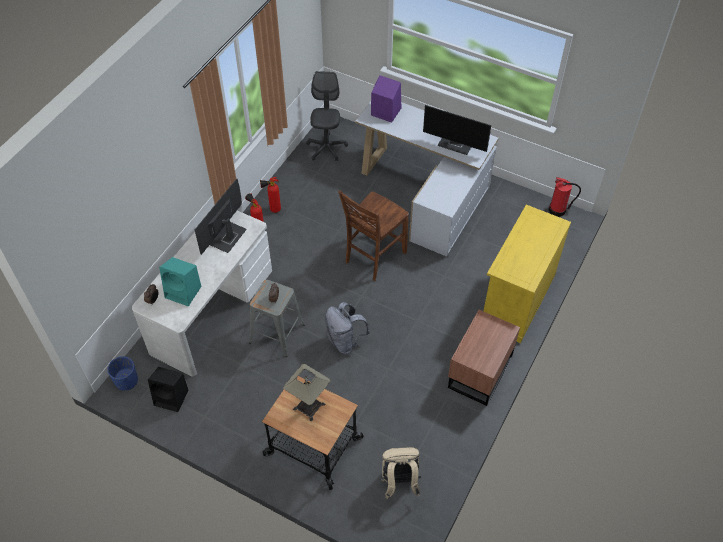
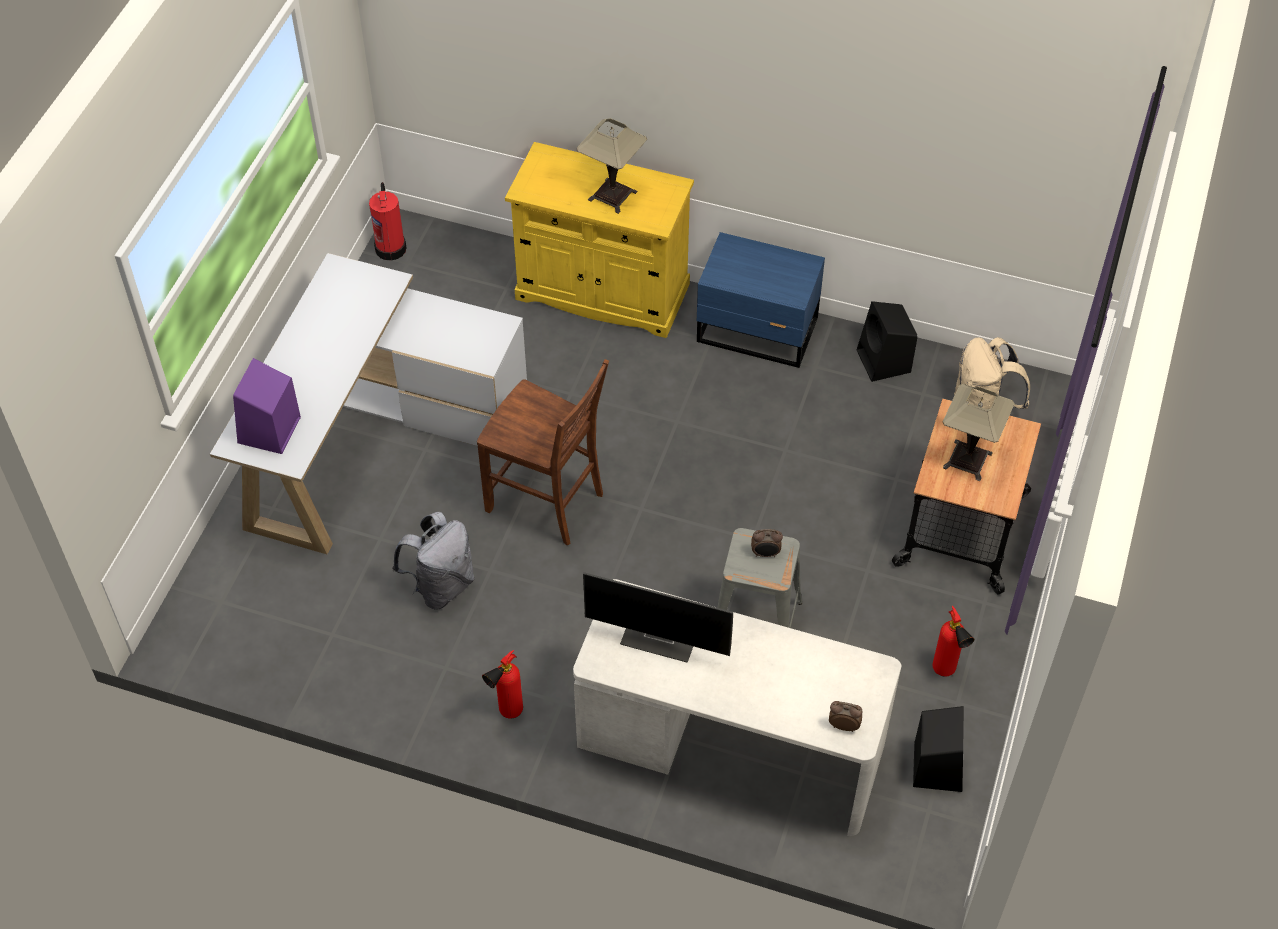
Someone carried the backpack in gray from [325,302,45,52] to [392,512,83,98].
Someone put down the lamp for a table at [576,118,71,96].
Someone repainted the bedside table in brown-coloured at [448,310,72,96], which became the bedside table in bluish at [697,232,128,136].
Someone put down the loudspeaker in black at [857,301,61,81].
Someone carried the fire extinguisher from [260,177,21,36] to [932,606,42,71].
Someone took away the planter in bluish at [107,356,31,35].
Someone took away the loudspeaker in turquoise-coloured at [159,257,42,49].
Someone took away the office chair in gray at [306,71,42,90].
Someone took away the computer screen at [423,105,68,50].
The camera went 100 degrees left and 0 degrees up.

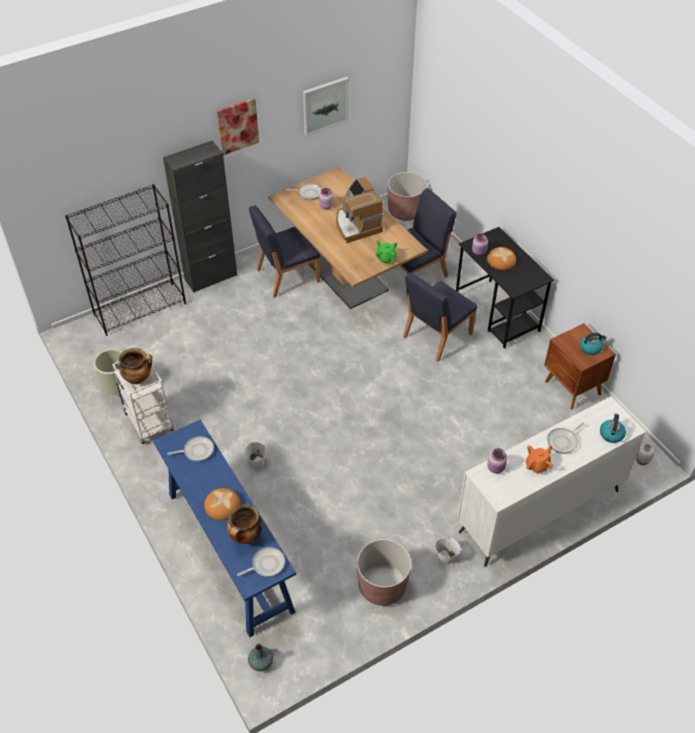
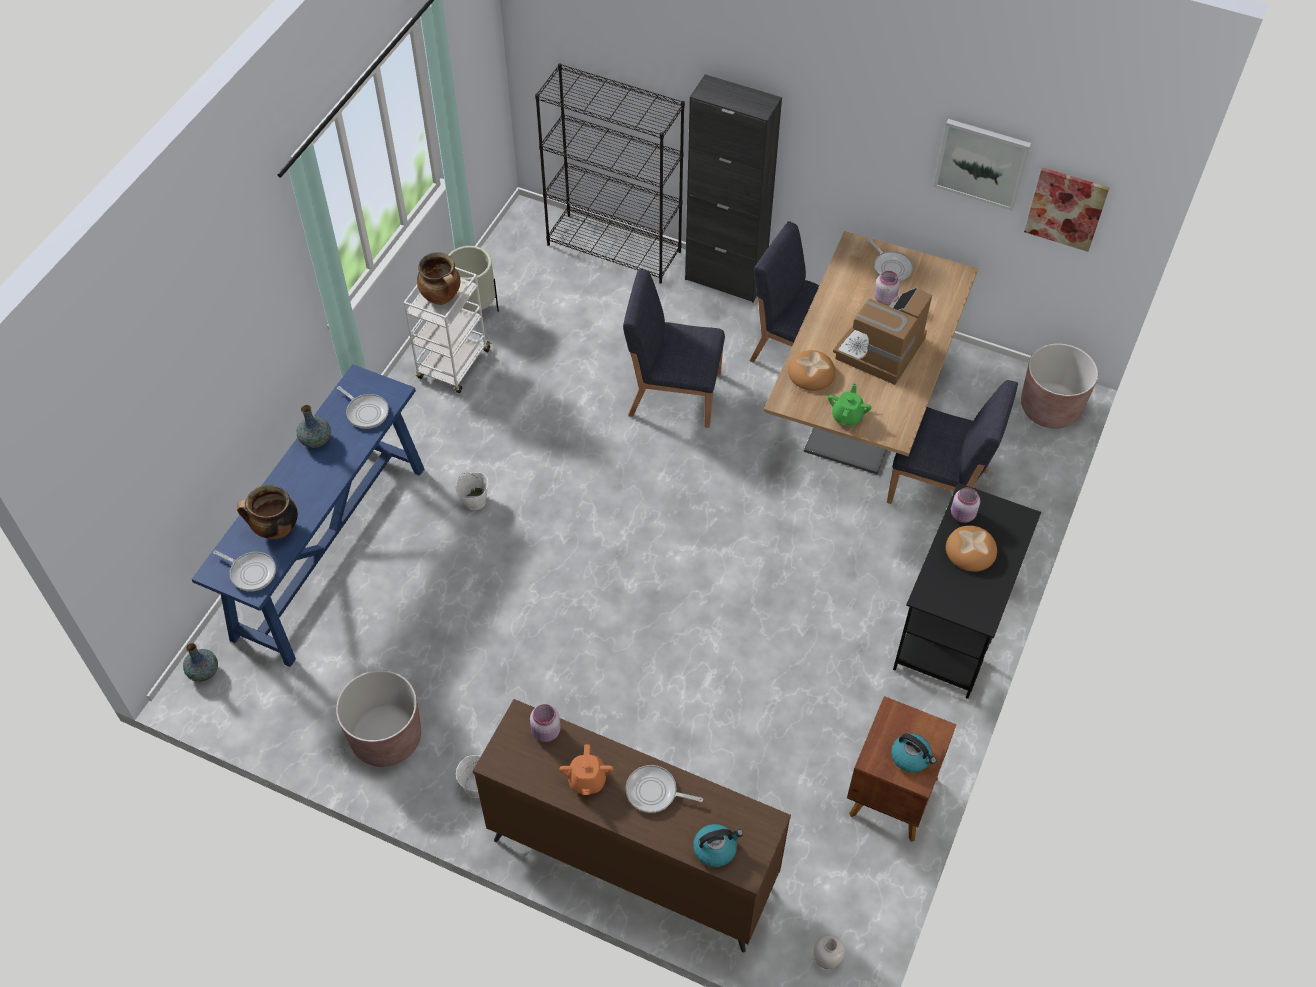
Someone put down the decorative vase at [297,405,34,43].
Someone repainted the drawer chest in white at [457,396,189,171], which became the drawer chest in brown-coloured at [473,699,318,253].
Someone rotated the pot for tea in orange at [526,445,27,29] by 75 degrees clockwise.
Someone carried the chair in bluish from [403,273,74,89] to [623,269,102,159].
Someone carried the bakery bread from [204,488,37,33] to [788,350,47,41].
Someone carried the picture from [216,98,43,57] to [1024,167,86,85].
The camera went 55 degrees right and 5 degrees up.

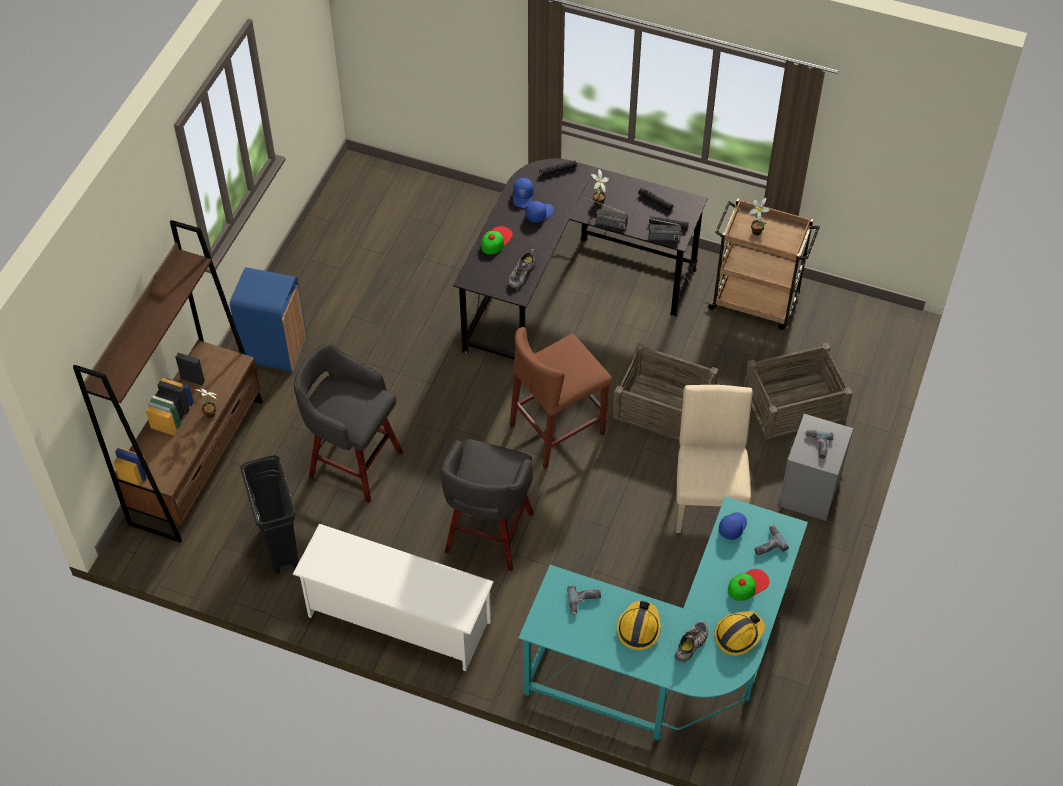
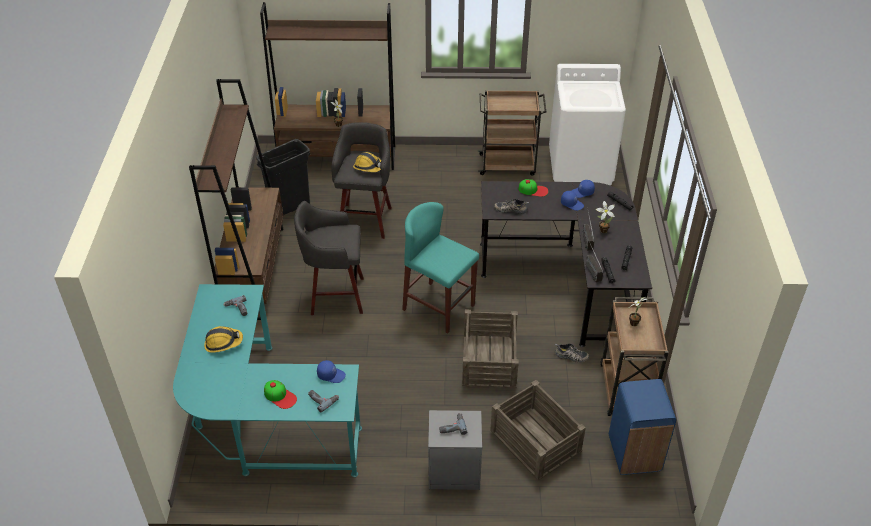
Someone swapped the shoe stand in white at [292,524,202,147] for the bookcase in brown-coloured at [189,79,94,241].
Someone carried the work helmet from [714,611,51,45] to [353,152,28,20].
Someone repainted the stool seat in brown-coloured at [510,327,102,142], which became the stool seat in turquoise-coloured at [402,202,77,131].
Someone put down the cart in brown-coloured at [477,90,69,86].
Someone put down the laundry machine in white at [549,64,77,121].
Someone carried the shoe from [675,621,33,41] to [555,343,34,19].
Someone carried the rubbish bin in bluish from [230,267,77,104] to [609,379,67,96].
Someone took away the chair in beige at [676,385,77,148].
The camera went 70 degrees right and 10 degrees down.

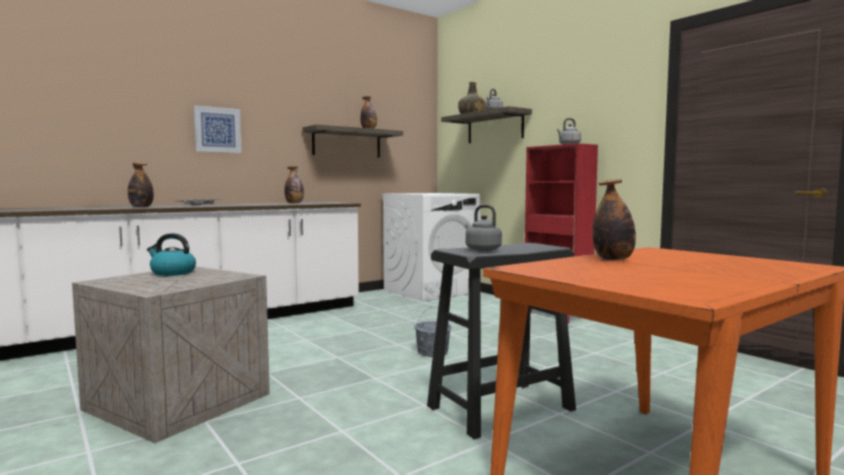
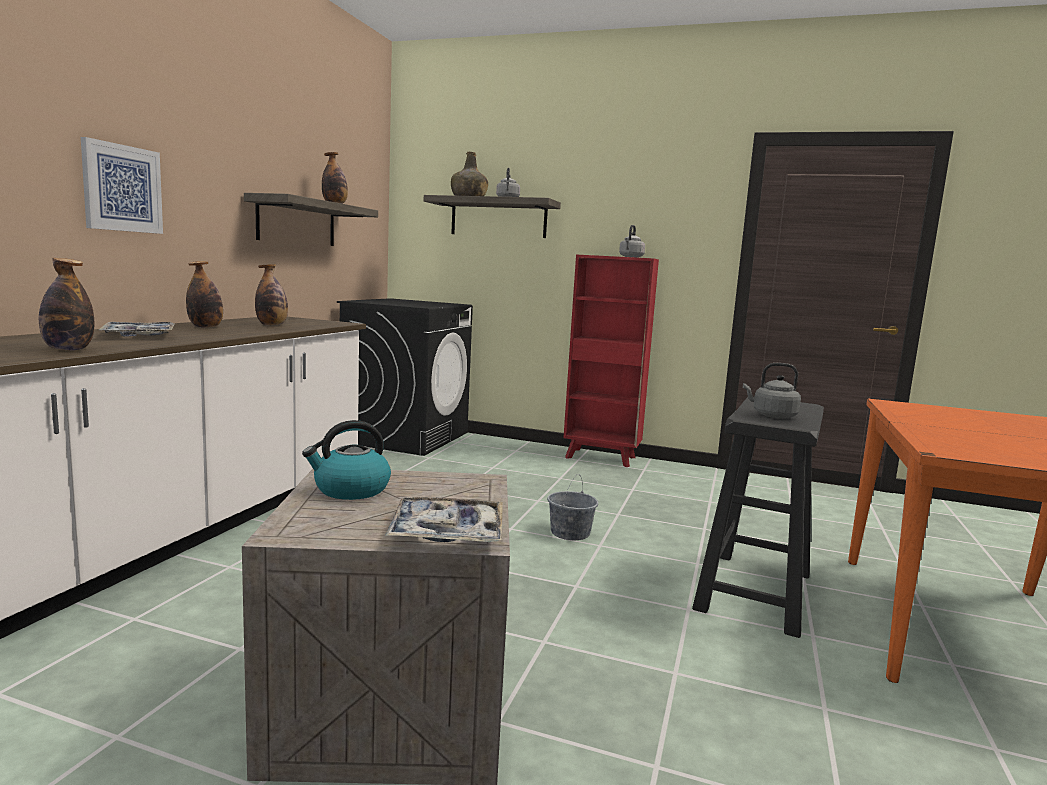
Someone carried the beverage bottle from [593,179,43,81] to [186,261,37,67].
Someone repainted the laundry machine in white at [382,193,99,108], which became the laundry machine in black at [337,298,136,158].
Someone put down the tray at [385,497,118,45].
The camera went 35 degrees left and 5 degrees up.

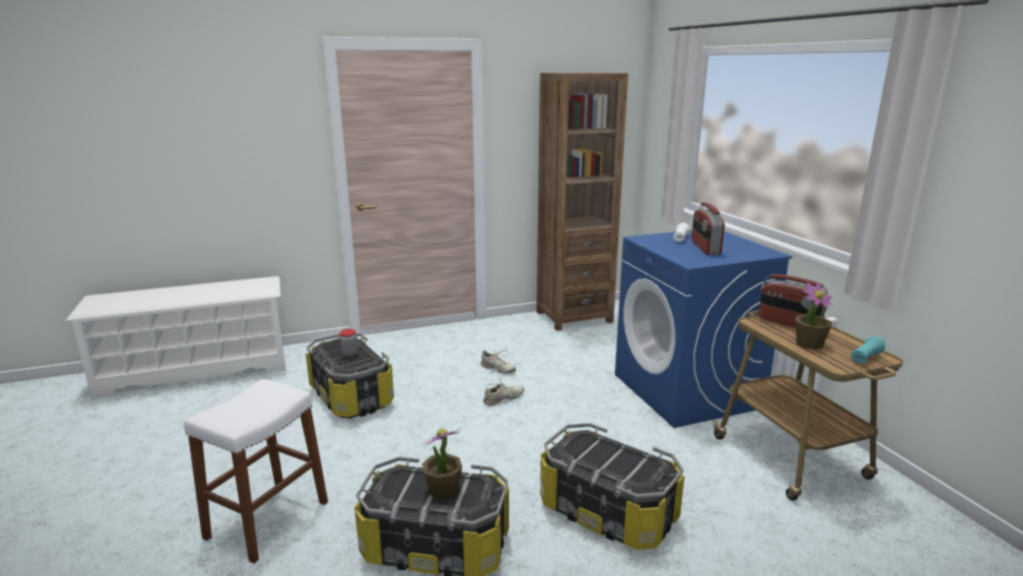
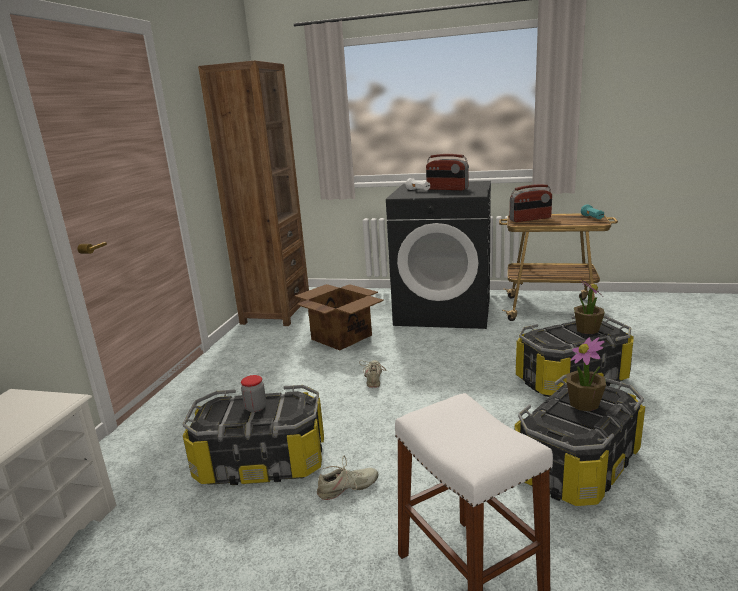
Someone put down the packing box at [295,284,89,66].
Someone carried the shoe in beige from [481,350,35,24] to [317,456,62,44].
Someone repainted the laundry machine in bluish at [615,230,178,198], which became the laundry machine in black at [386,181,105,148].
Someone carried the plant in a pot from [795,282,37,68] to [574,279,31,55].
The camera went 55 degrees left and 0 degrees up.

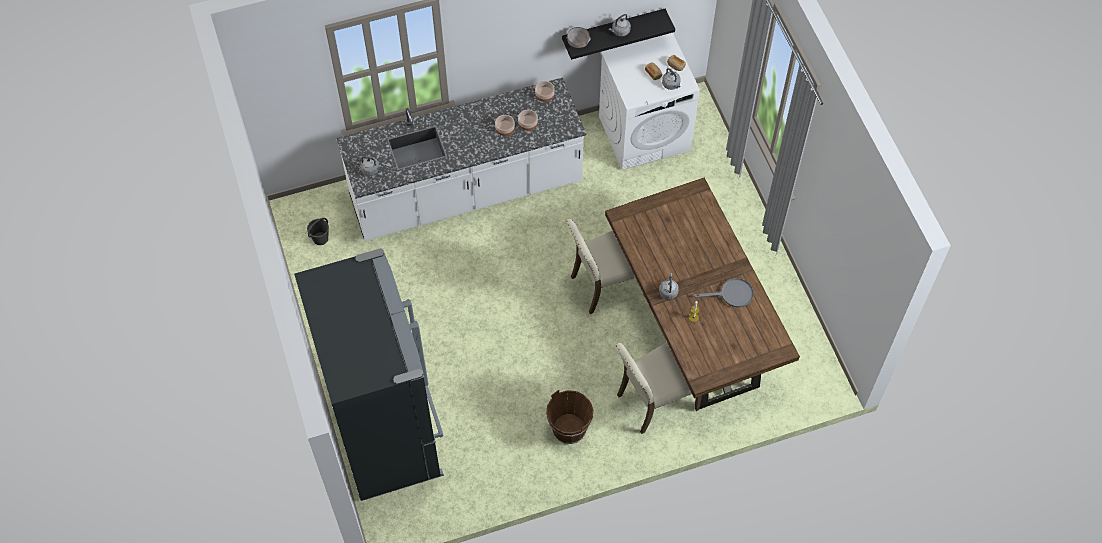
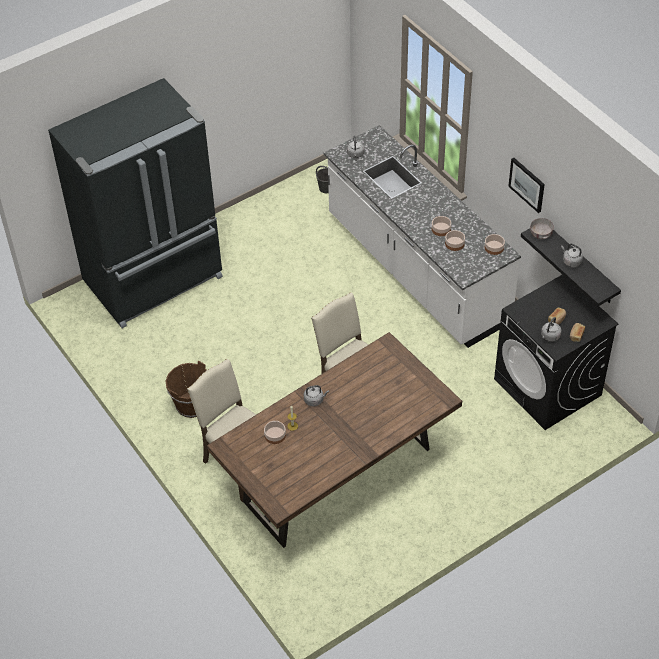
Someone put down the serving bowl at [264,421,22,23].
Someone repainted the laundry machine in white at [599,33,101,137], which became the laundry machine in black at [494,275,124,155].
Someone put up the picture at [508,158,37,55].
Someone took away the skillet in gray at [694,278,60,29].
The camera went 75 degrees right and 10 degrees down.

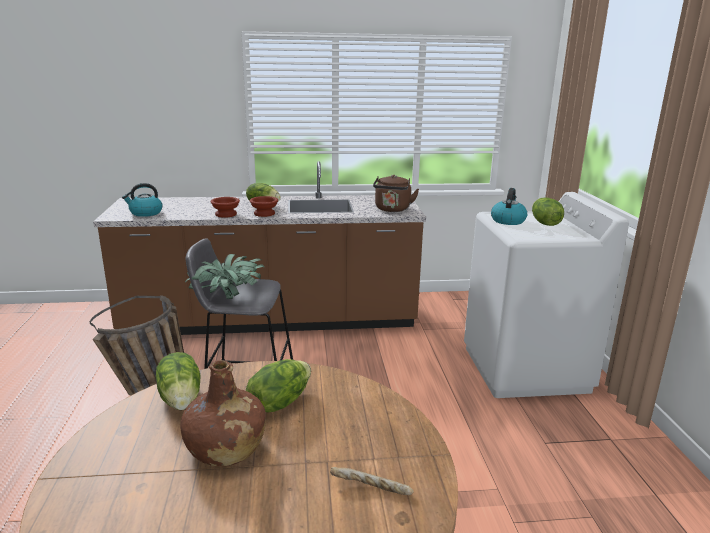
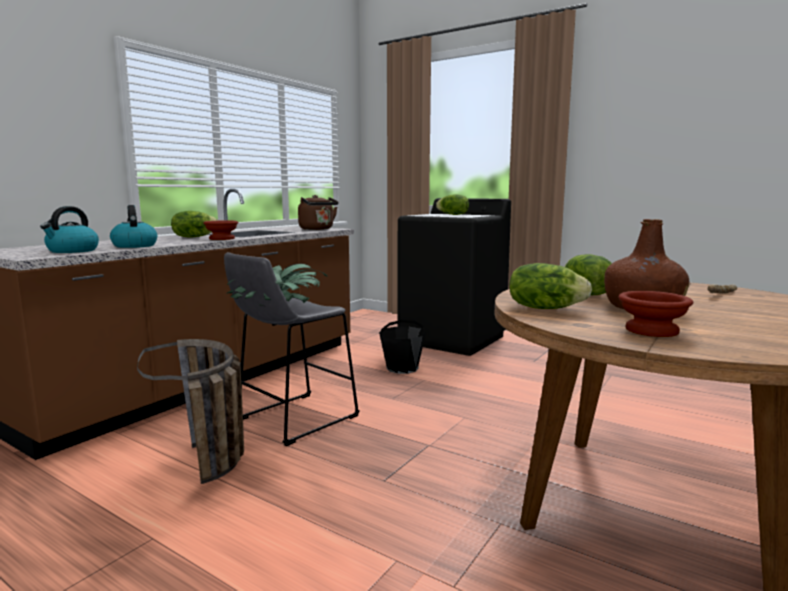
Someone carried the water kettle from [491,188,36,37] to [110,205,47,43].
Someone put down the water bucket in black at [379,320,47,54].
Someone repainted the laundry machine in white at [464,192,165,206], which became the laundry machine in black at [397,198,114,158].
Someone carried the serving bowl in brown-coloured from [210,197,30,21] to [619,291,74,46].
The camera went 50 degrees left and 10 degrees down.

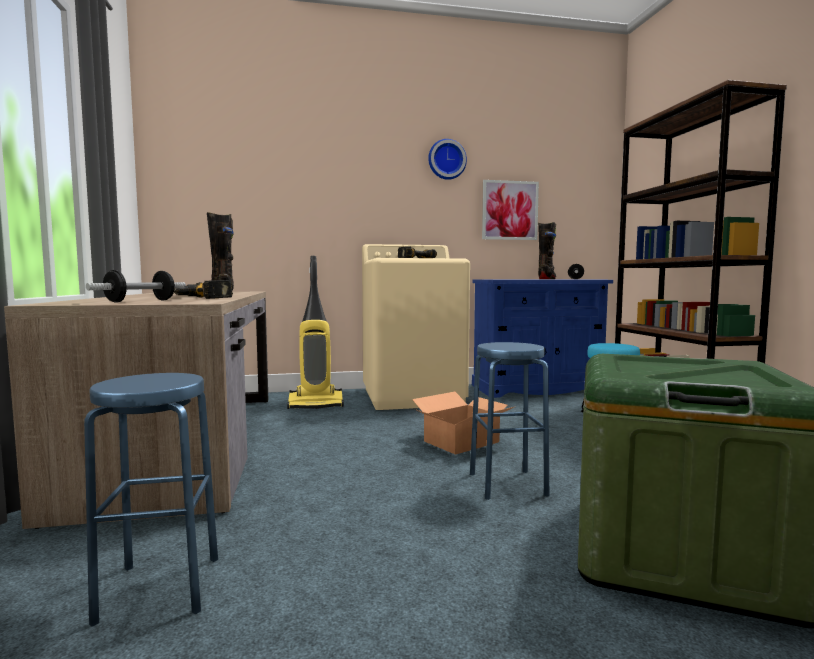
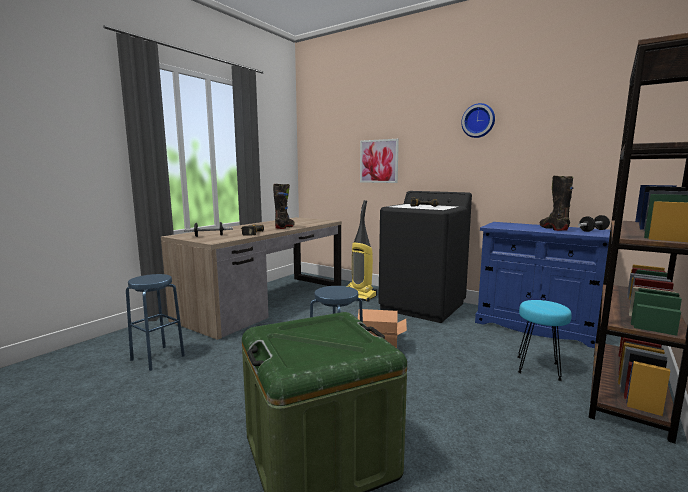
Someone carried the picture from [482,180,57,60] to [360,139,39,44].
Someone repainted the laundry machine in beige at [362,244,108,166], which became the laundry machine in black at [378,191,94,132].
Someone rotated the tall boot in black at [538,222,18,57] by 75 degrees counterclockwise.
The camera went 45 degrees right and 5 degrees up.

